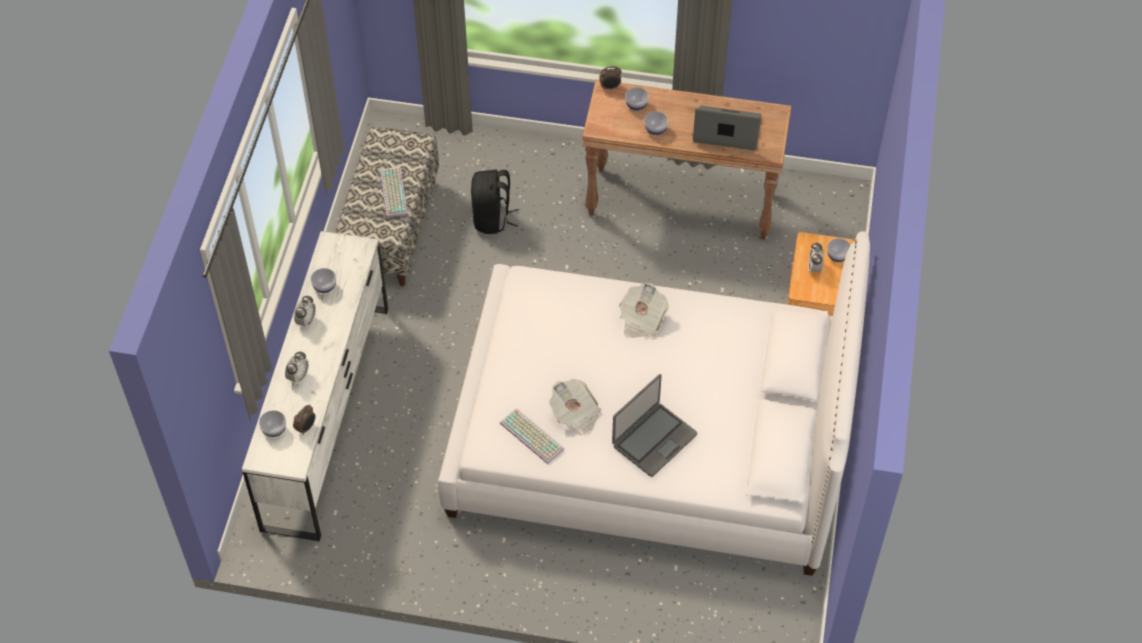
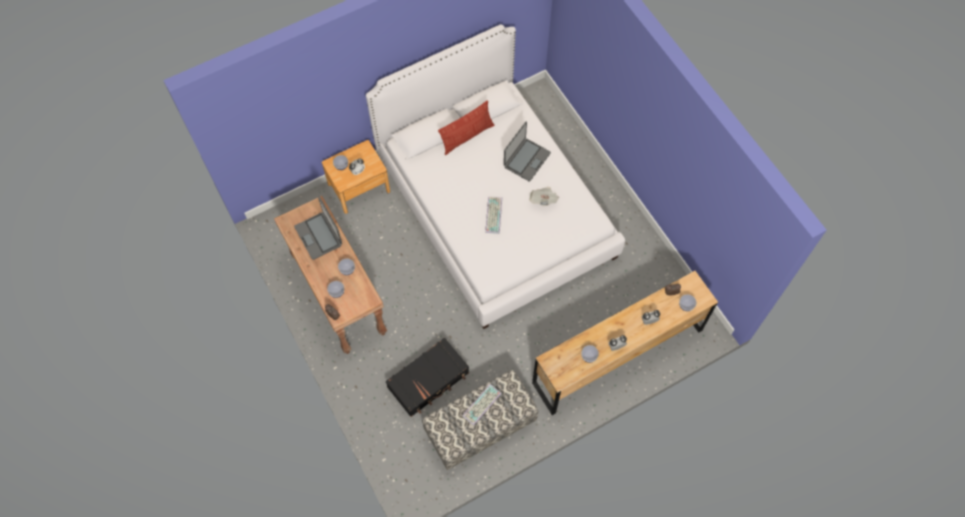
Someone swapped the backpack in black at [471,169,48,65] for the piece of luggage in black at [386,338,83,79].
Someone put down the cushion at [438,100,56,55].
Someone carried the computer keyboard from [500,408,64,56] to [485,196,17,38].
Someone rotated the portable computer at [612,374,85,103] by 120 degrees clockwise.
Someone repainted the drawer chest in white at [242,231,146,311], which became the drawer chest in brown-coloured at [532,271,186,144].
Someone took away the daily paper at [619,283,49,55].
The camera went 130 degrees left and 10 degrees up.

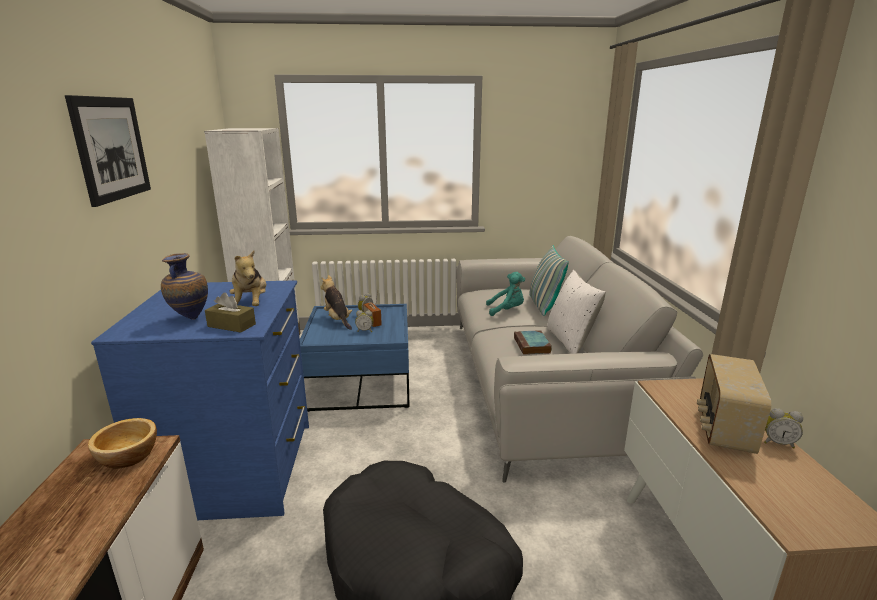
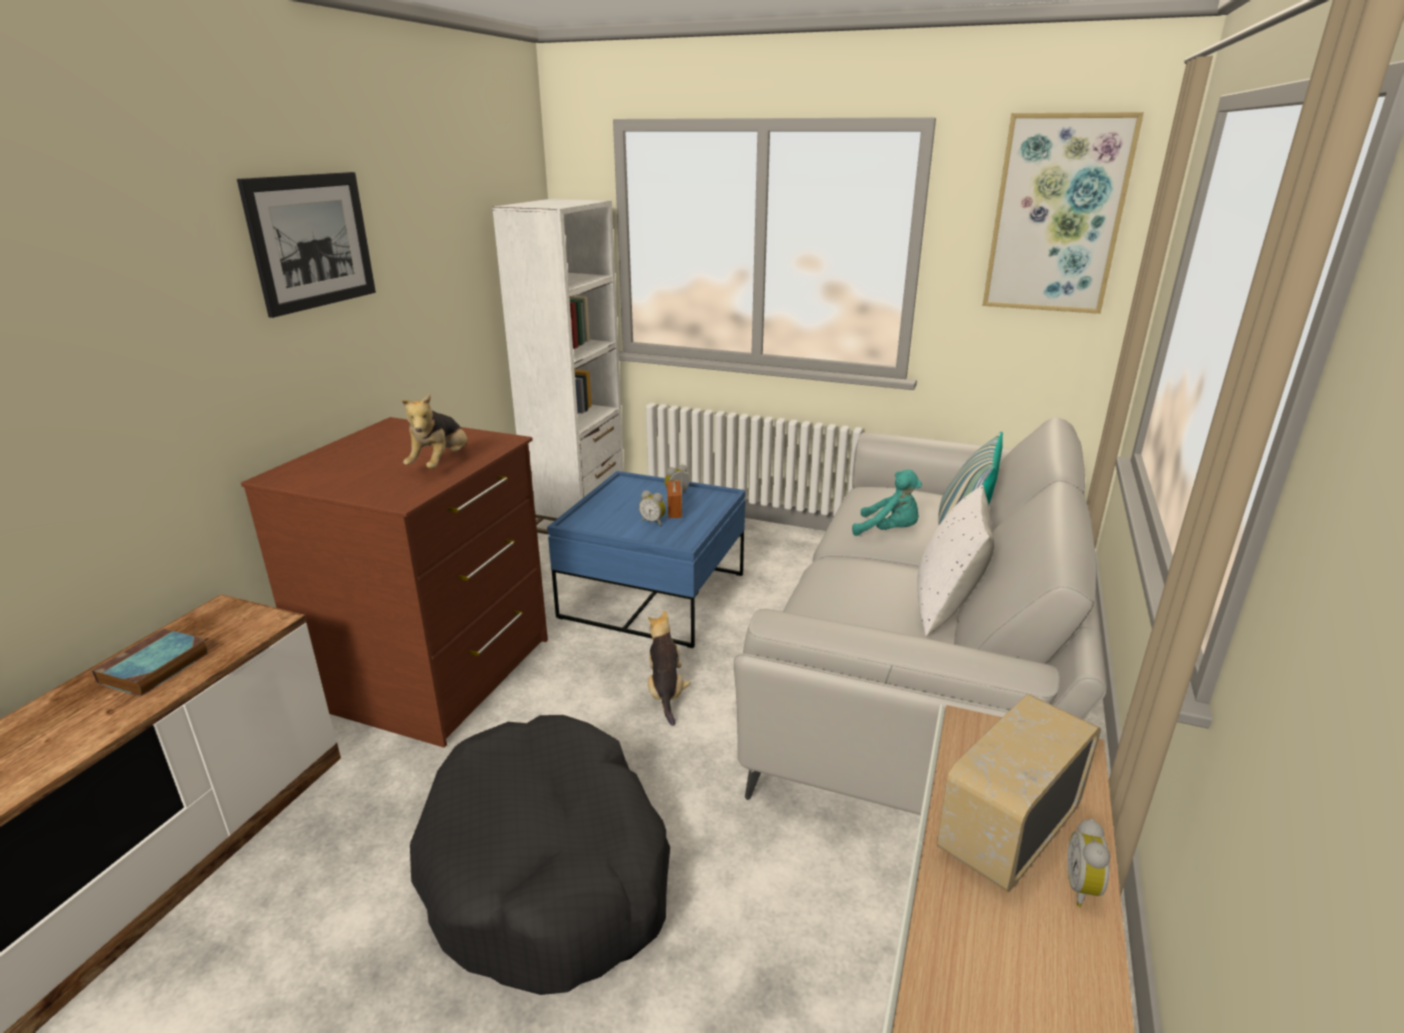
Someone carried the bound book from [514,330,38,25] to [92,629,118,68].
Someone repainted the drawer chest in bluish at [91,280,218,240], which became the drawer chest in brown-coloured at [241,417,307,331].
Someone carried the plush toy from [320,275,32,55] to [648,610,43,116].
Someone put up the picture at [982,112,162,202].
Someone rotated the table clock at [764,408,39,41] by 60 degrees clockwise.
Someone took away the serving bowl at [88,418,69,51].
Someone took away the decorative vase at [161,253,47,67].
Someone took away the box of tissues in brown-coloured at [205,293,51,40].
The camera went 25 degrees right and 5 degrees up.

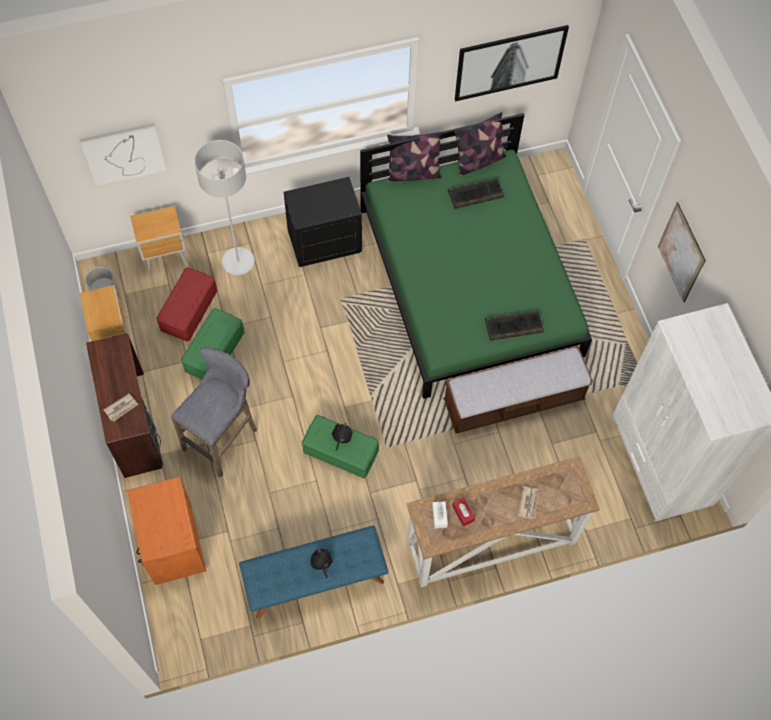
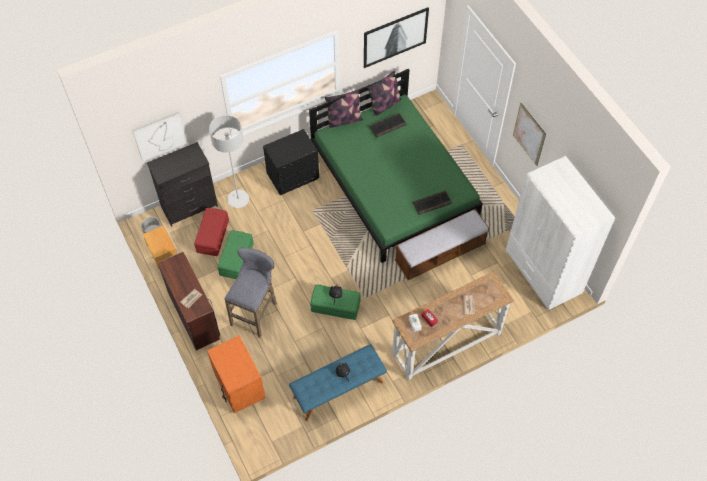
Someone swapped the bedside table in brown-coloured at [130,206,59,70] for the drawer chest in black at [147,142,71,85].
The camera went 10 degrees left and 5 degrees down.

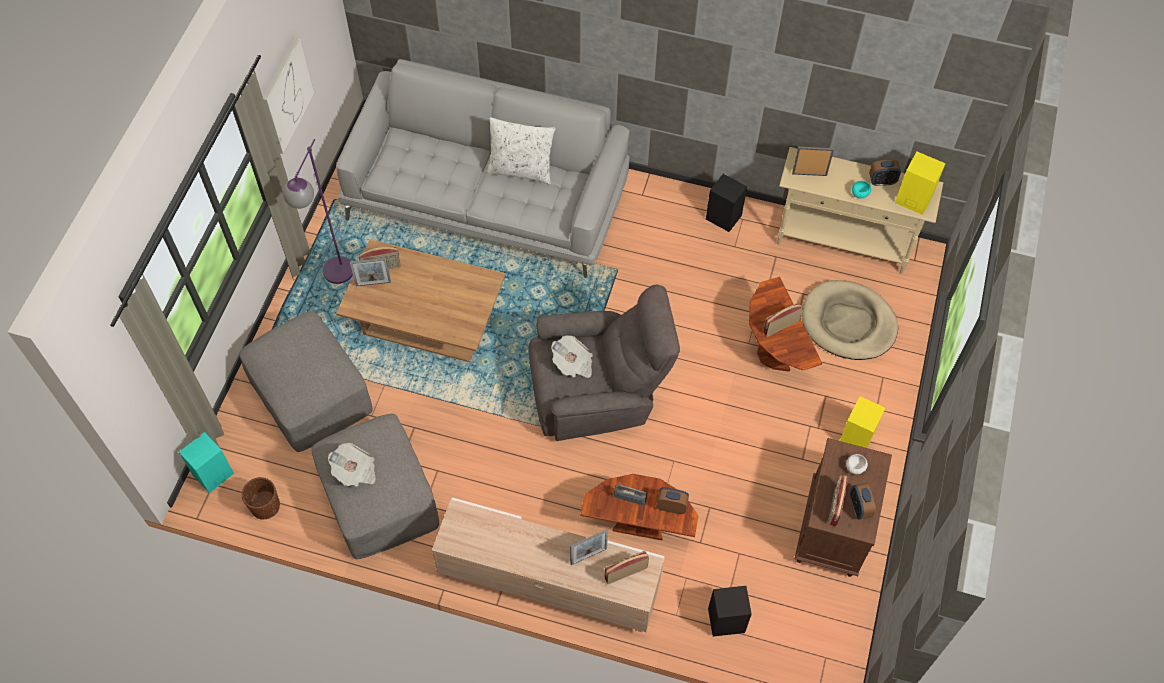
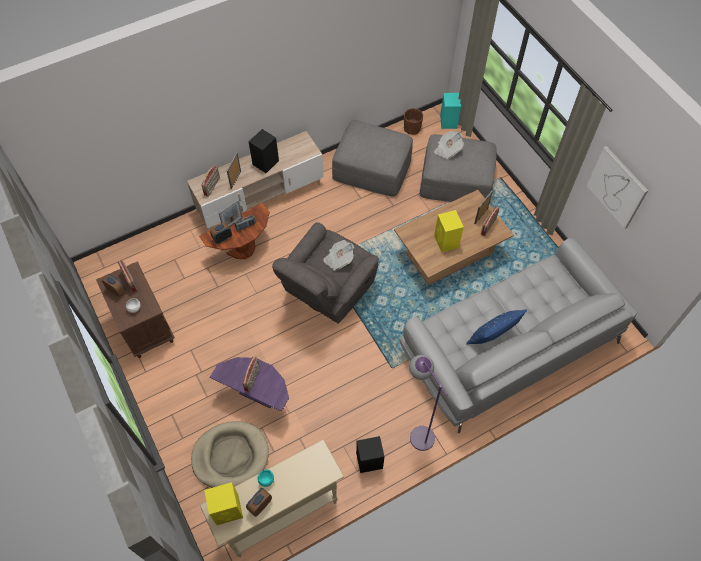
Someone repainted the side table in brown-coloured at [749,277,73,95], which became the side table in purple-coloured at [210,357,79,54].
Someone carried the picture frame from [792,147,42,29] to [219,200,24,27].
Someone carried the loudspeaker in black from [708,586,44,51] to [248,129,31,44].
Someone carried the standing lamp in purple-coloured from [283,139,70,145] to [409,355,39,96].
Someone carried the daily paper from [328,443,47,44] to [434,131,30,28].
Someone carried the loudspeaker in yellow from [840,396,45,52] to [434,210,30,43].
Someone repainted the cushion in white at [487,118,68,67], which became the cushion in bluish at [466,310,61,35].
The camera went 135 degrees right and 0 degrees up.

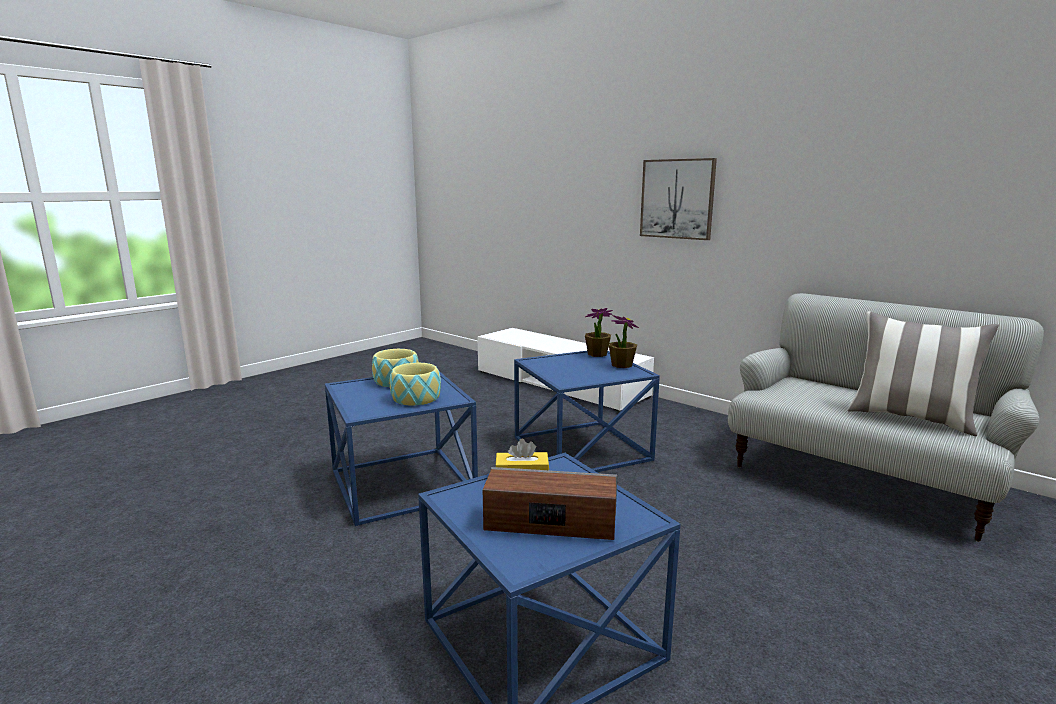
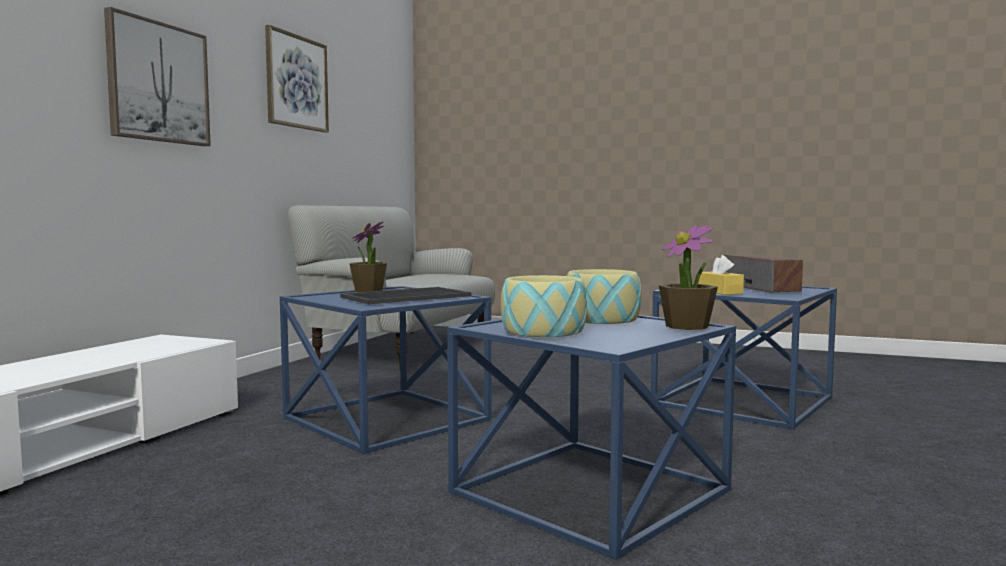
Someone put up the picture at [265,25,64,108].
Someone put down the tray at [340,287,132,17].
Someone carried the plant in a pot from [585,308,28,49] to [659,225,59,105].
Someone took away the cushion at [847,311,152,125].
The camera went 110 degrees left and 10 degrees down.

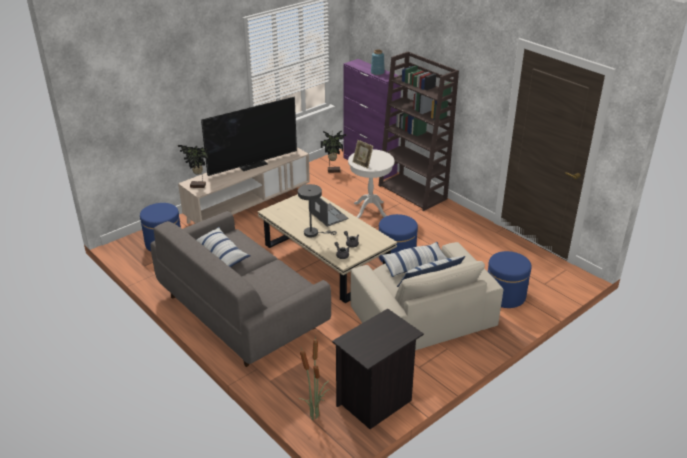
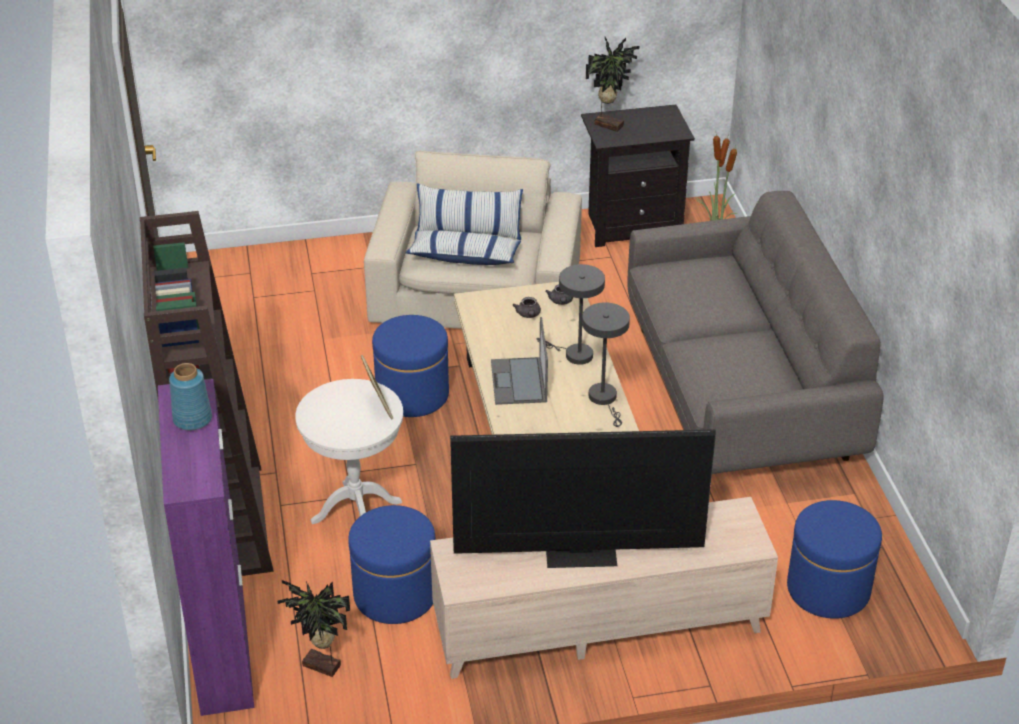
Someone carried the footrest in bluish from [488,251,43,57] to [348,505,87,119].
Someone put down the lamp for a table in gray at [582,302,48,125].
Someone carried the plant in a pot from [178,145,32,43] to [586,37,53,95].
Someone took away the cushion at [196,227,54,40].
The camera went 150 degrees left and 5 degrees up.

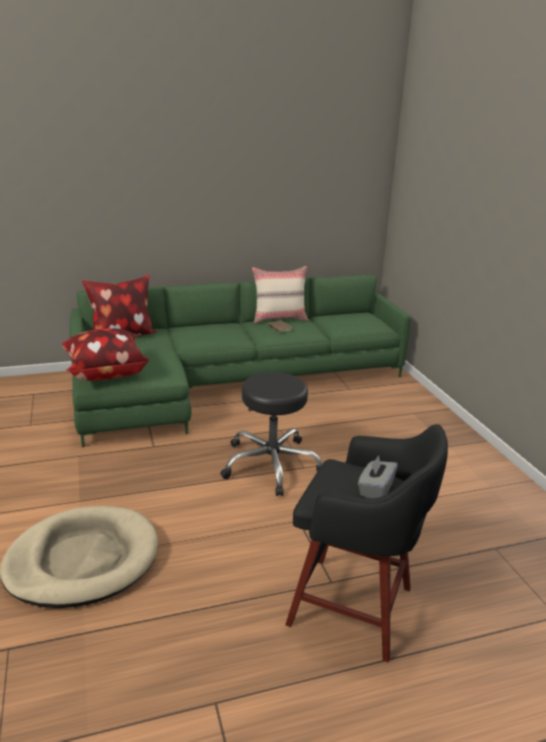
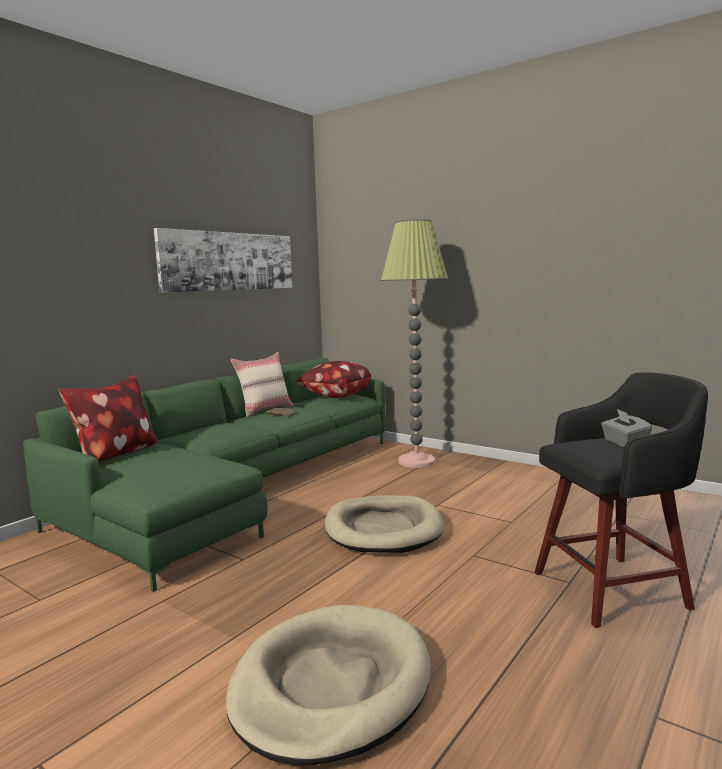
Someone put up the picture at [154,228,138,65].
Someone carried the cushion from [62,328,87,53] to [296,361,75,37].
Someone swapped the stool seat in black at [220,372,102,124] for the dog bed in beige at [325,495,119,58].
Someone put down the standing lamp at [381,219,67,249].
The camera went 35 degrees left and 15 degrees down.

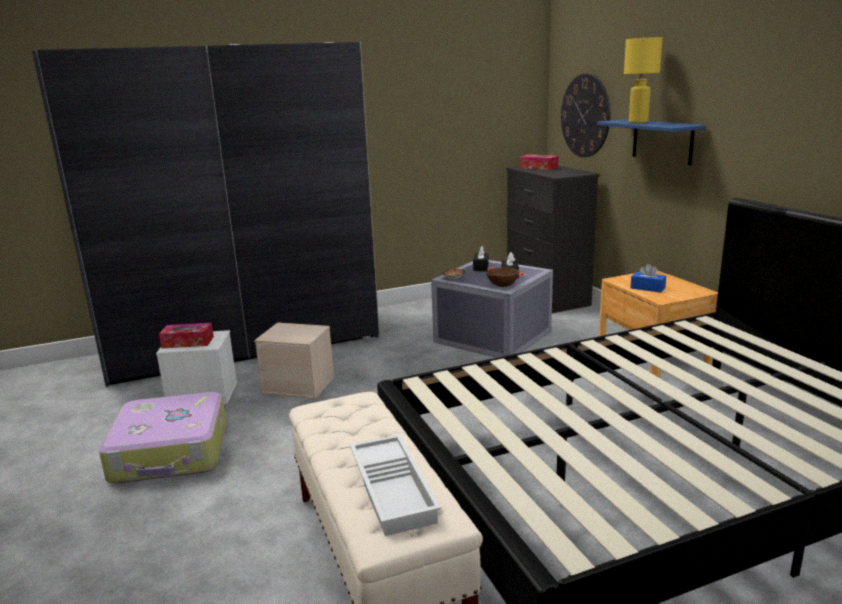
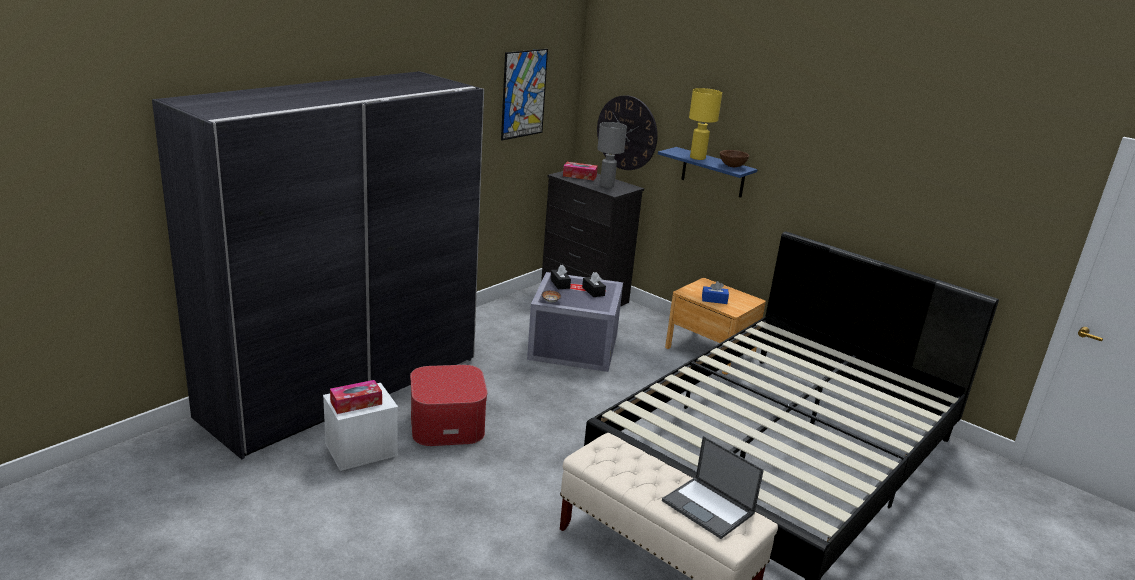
Someone swapped the storage bin in beige at [254,322,80,77] for the footrest at [410,365,77,81].
Someone put up the picture at [501,49,47,91].
Someone put down the lamp for a table in gray at [597,122,30,66].
Someone swapped the tray in white at [350,435,91,101] for the portable computer at [662,436,102,103].
Someone carried the serving bowl in brown-coloured from [486,267,33,20] to [720,150,29,17].
Someone took away the piece of luggage at [99,392,127,91].
The camera went 30 degrees left and 5 degrees up.

